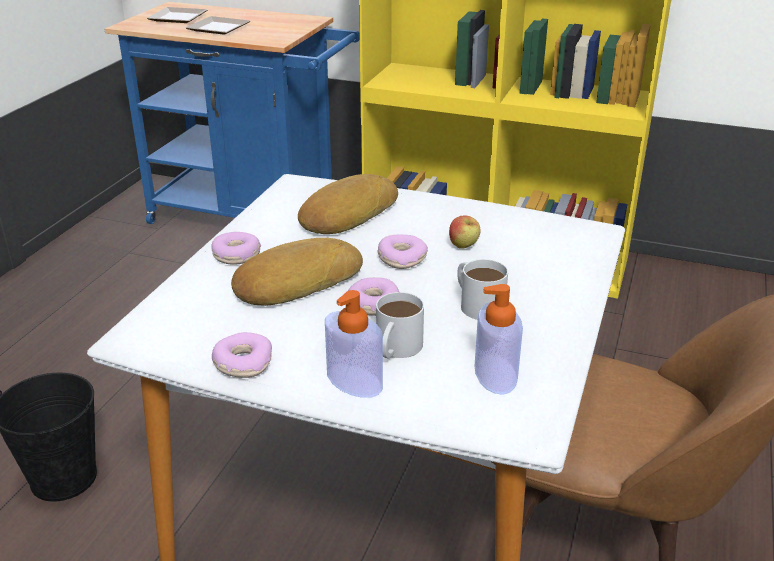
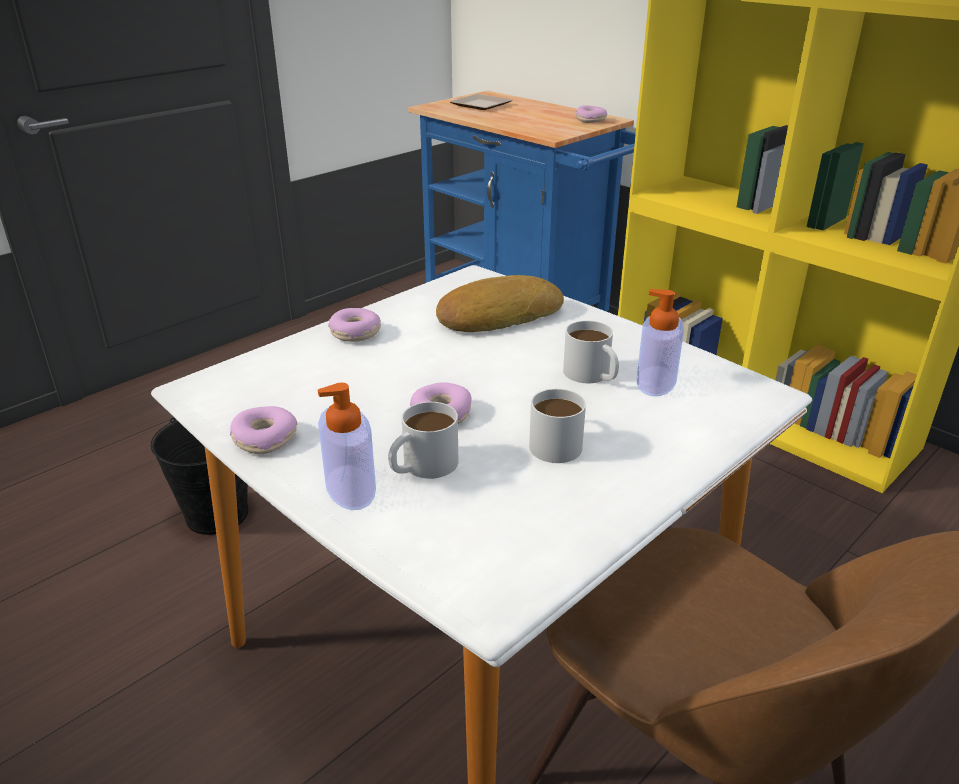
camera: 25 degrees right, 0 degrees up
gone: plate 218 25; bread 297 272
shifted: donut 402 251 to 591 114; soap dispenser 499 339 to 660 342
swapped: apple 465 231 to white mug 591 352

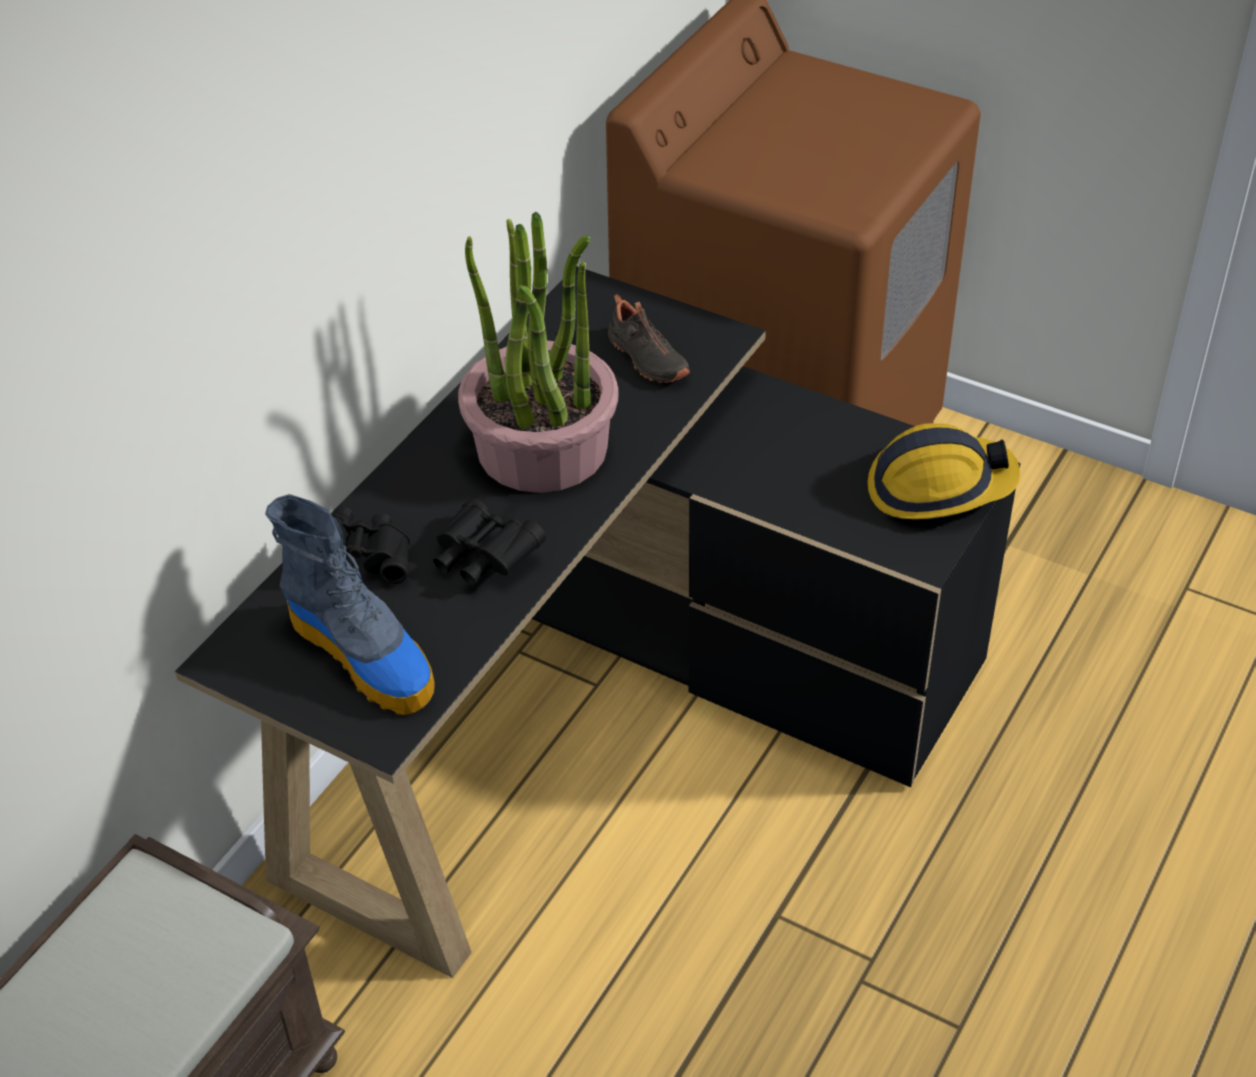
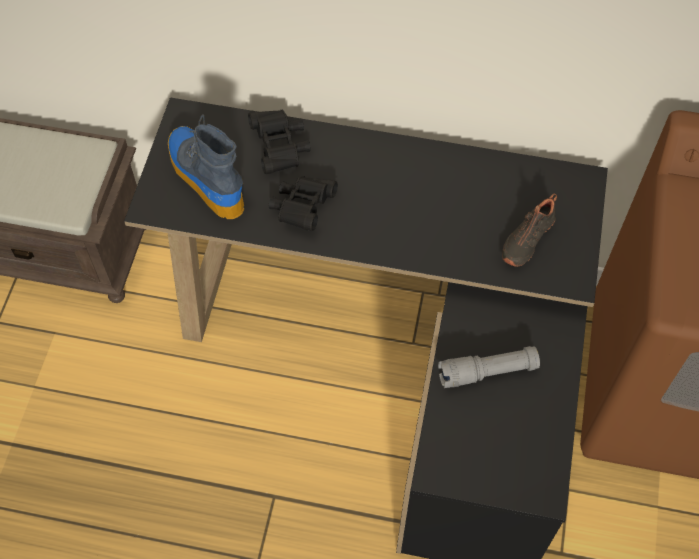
camera: 70 degrees right, 15 degrees up
gone: potted plant 538 352; hard hat 944 471
new: grey flashlight 489 367
rotated: boot 350 604 = 206 167 120 degrees clockwise

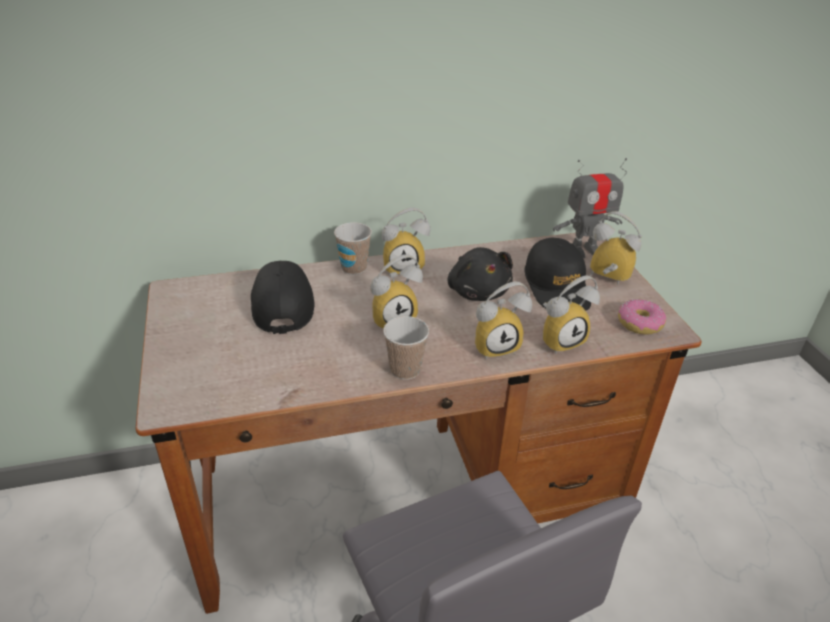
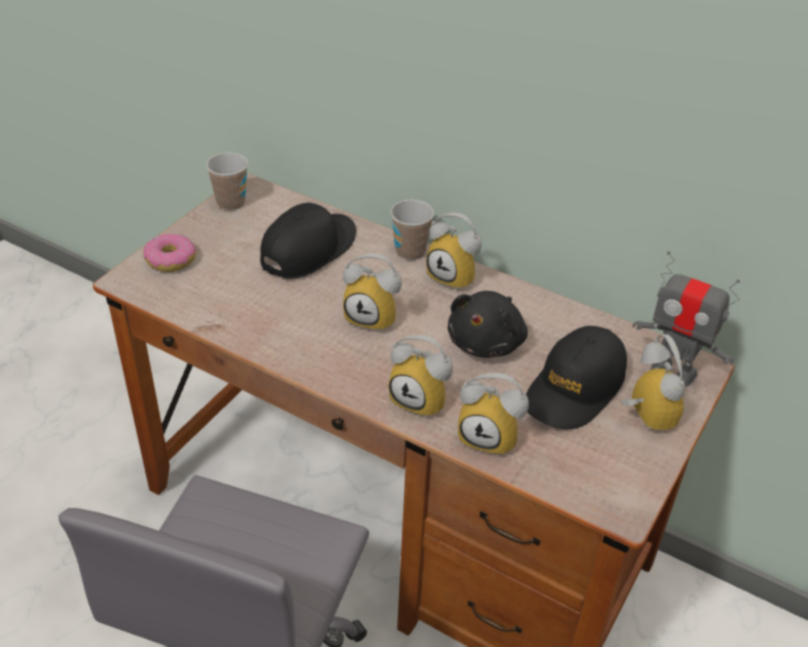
camera: 45 degrees right, 5 degrees up
shifted: cup 406 348 to 227 182; donut 642 317 to 169 252

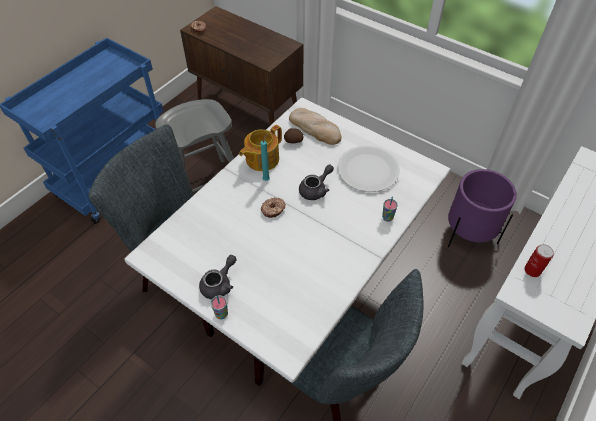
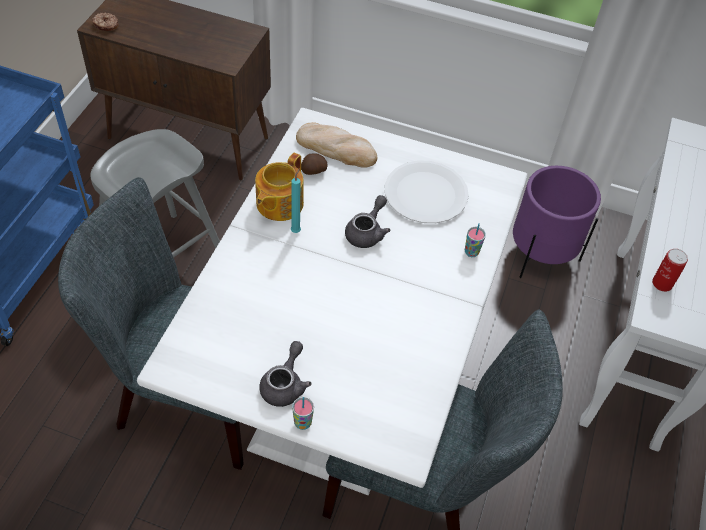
camera: 20 degrees left, 0 degrees up
gone: donut 273 208

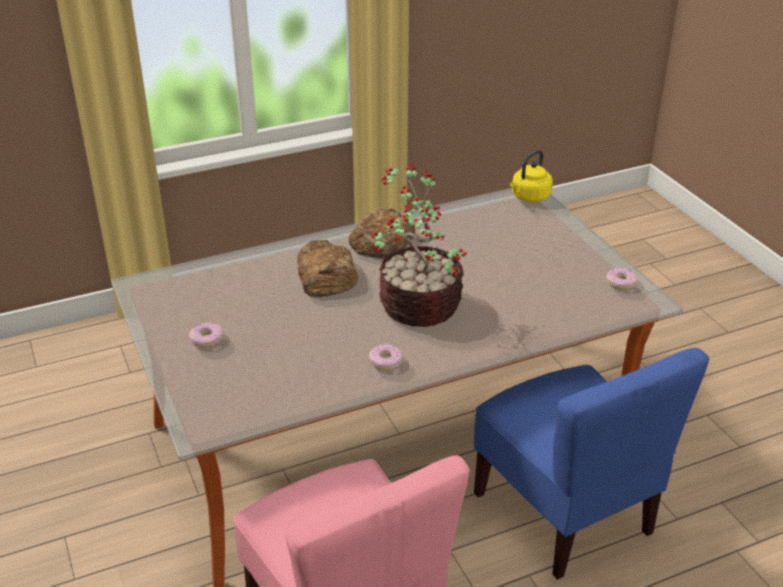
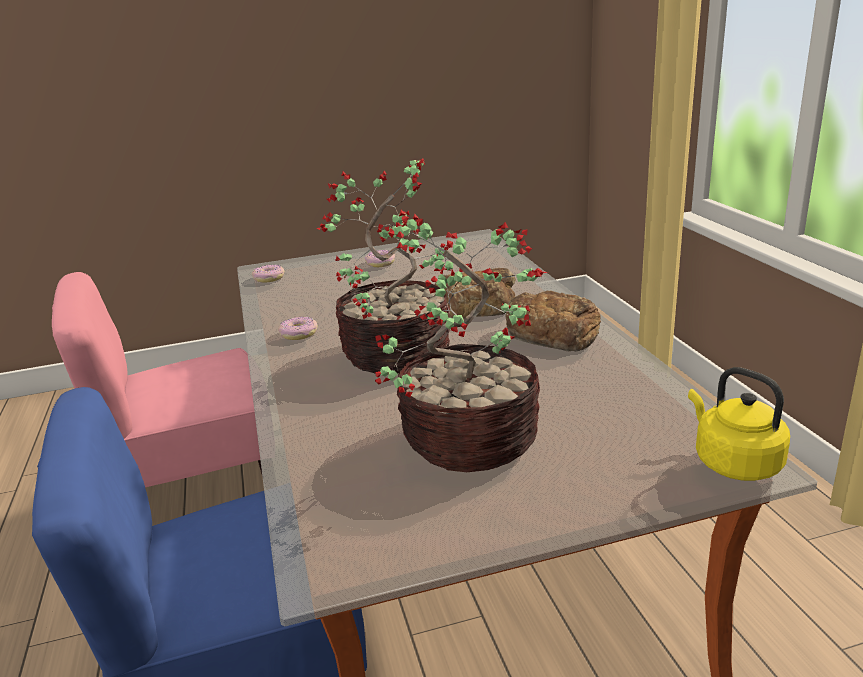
camera: 100 degrees right, 10 degrees down
new: potted plant 461 341
shifted: donut 621 279 to 268 274

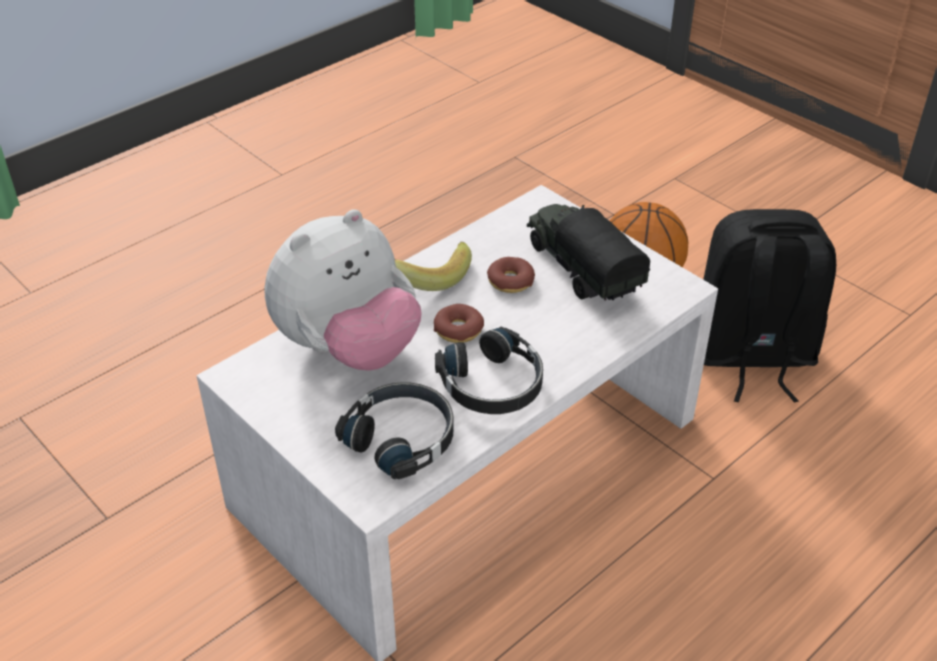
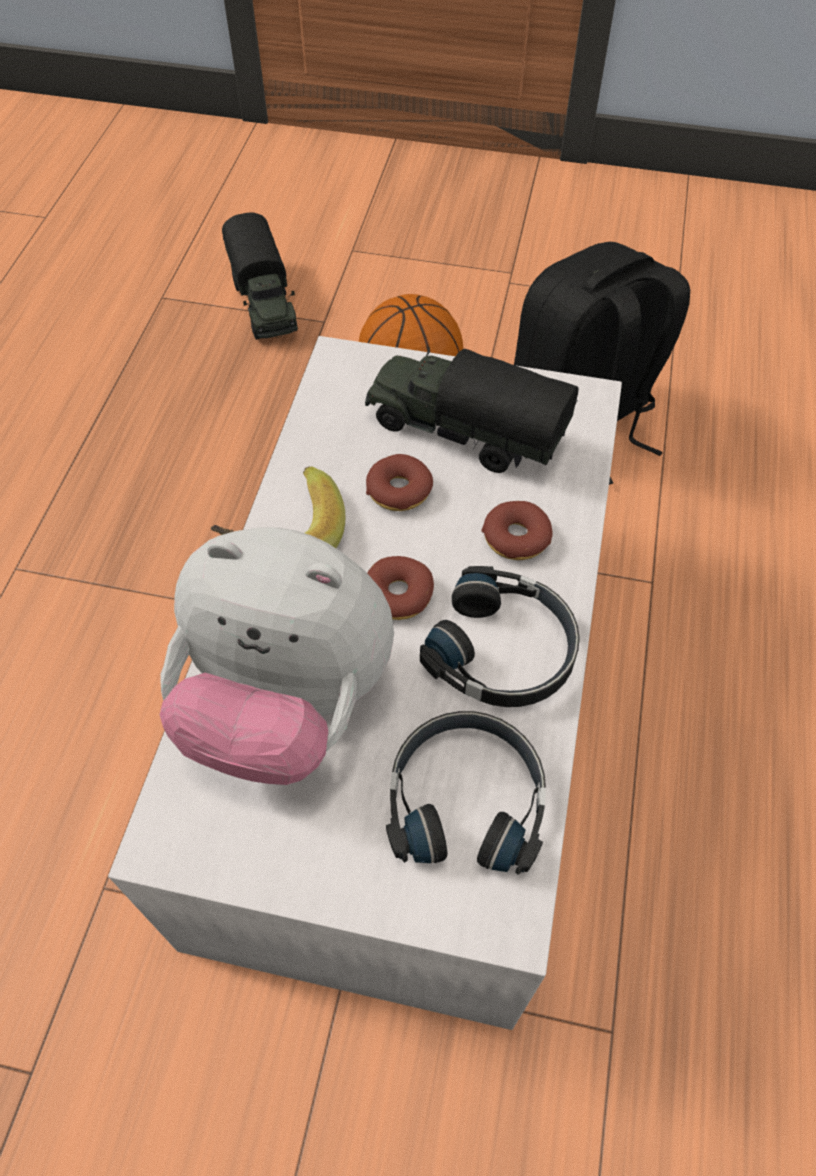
camera: 35 degrees left, 15 degrees up
new: toy truck 260 276; donut 516 530
rotated: plush toy 343 290 = 277 656 90 degrees clockwise

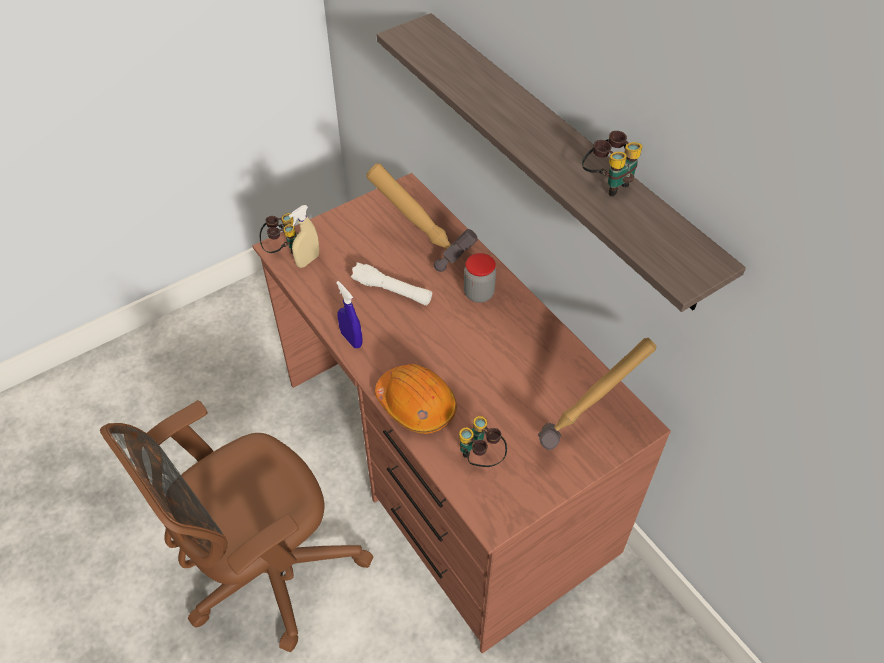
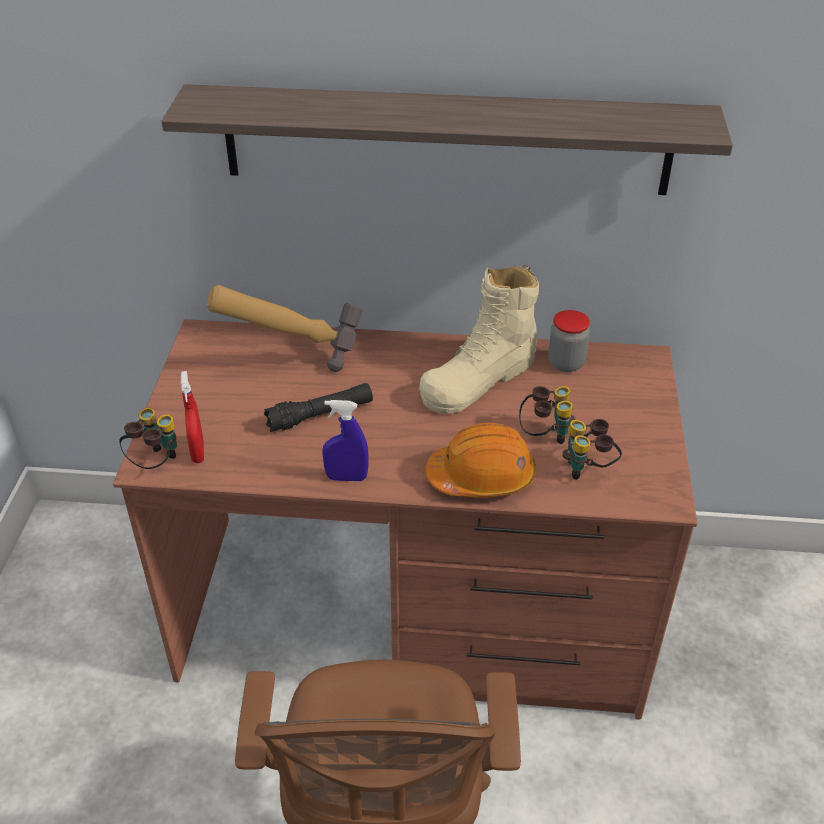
camera: 50 degrees left, 10 degrees down
gone: hammer 597 394
new: beige boot 479 339
shifted: jar 480 278 to 569 341; binoculars 612 163 to 547 415
repainted: beige spray bottle 304 236 to red spray bottle 192 417; white flashlight 391 284 to black flashlight 318 407

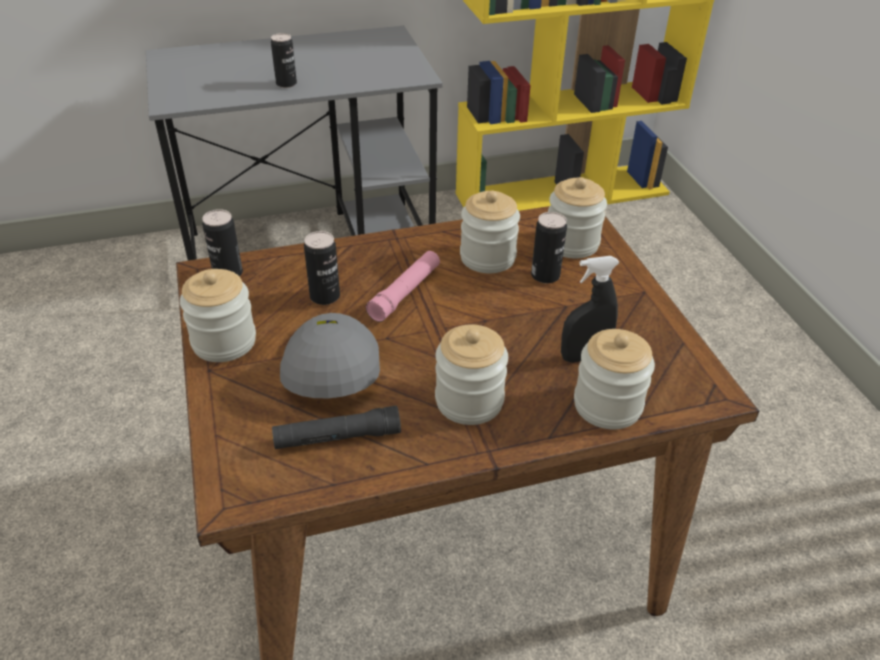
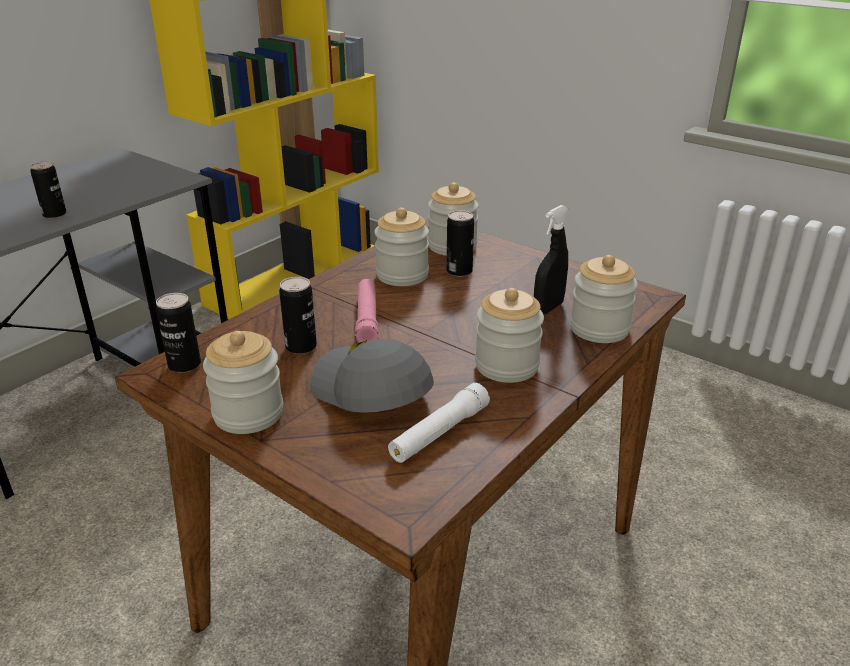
camera: 35 degrees left, 10 degrees down
repainted: black flashlight 336 427 to white flashlight 439 423

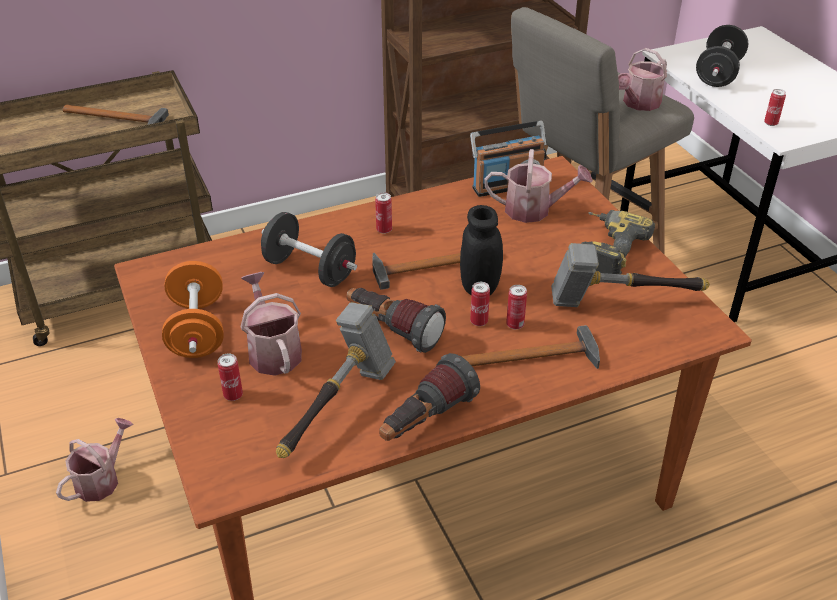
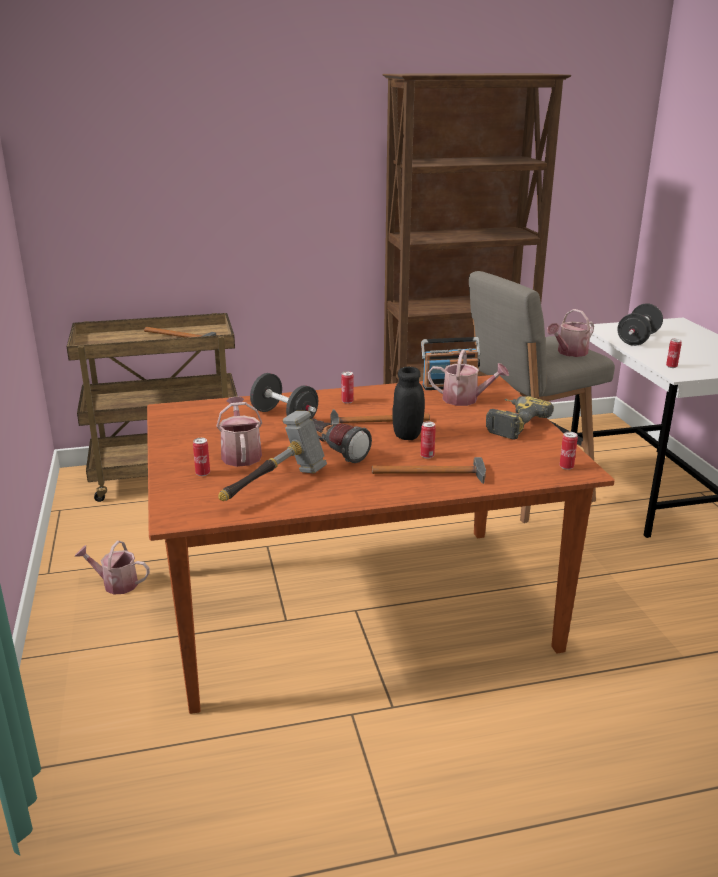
camera: 10 degrees right, 15 degrees down
gone: orange dumbbell 193 309; flashlight 429 397; hammer 630 275
shifted: can 480 304 to 569 451
rotated: watering can 95 460 = 112 568 120 degrees counterclockwise

